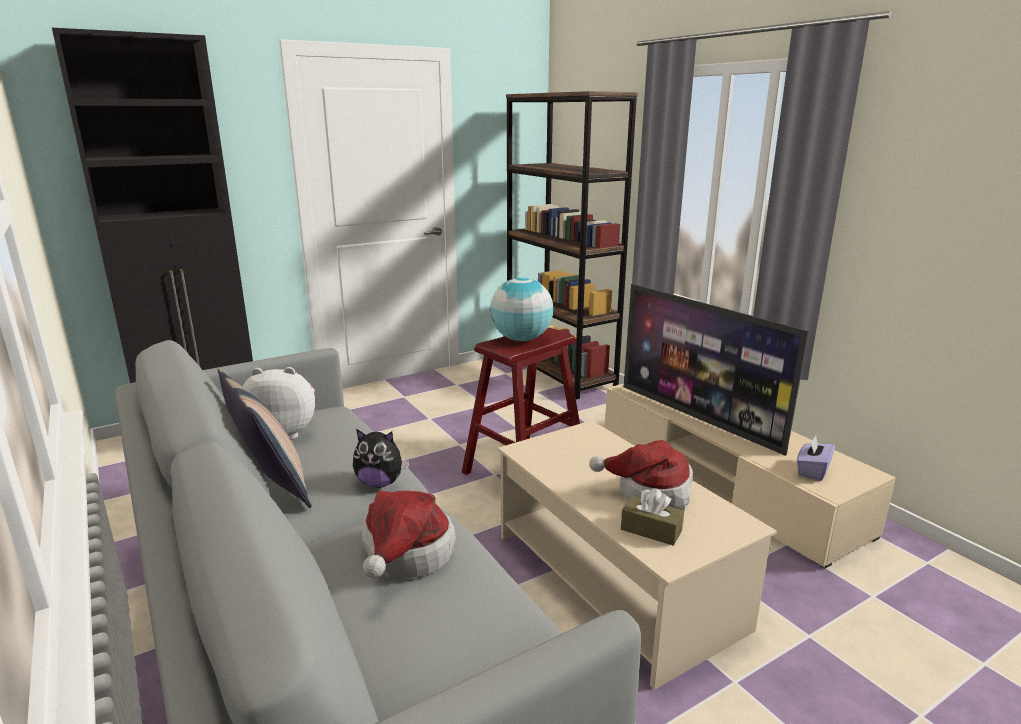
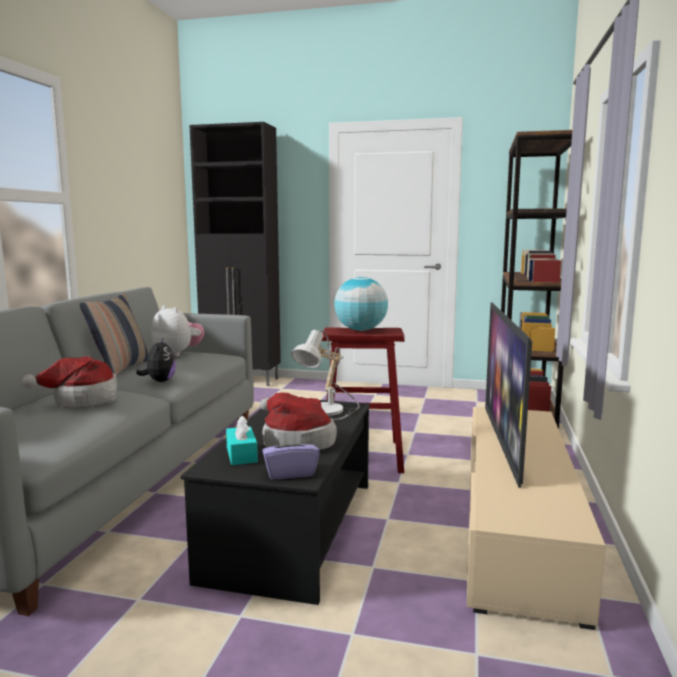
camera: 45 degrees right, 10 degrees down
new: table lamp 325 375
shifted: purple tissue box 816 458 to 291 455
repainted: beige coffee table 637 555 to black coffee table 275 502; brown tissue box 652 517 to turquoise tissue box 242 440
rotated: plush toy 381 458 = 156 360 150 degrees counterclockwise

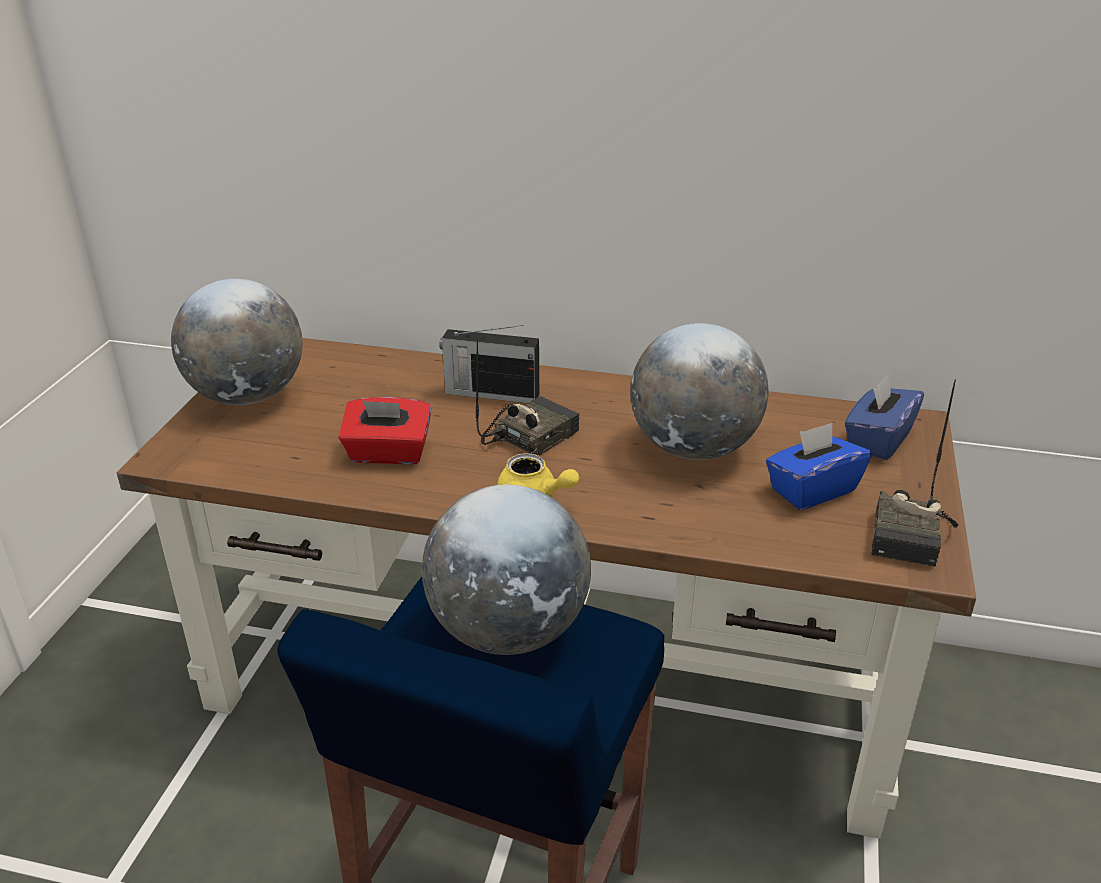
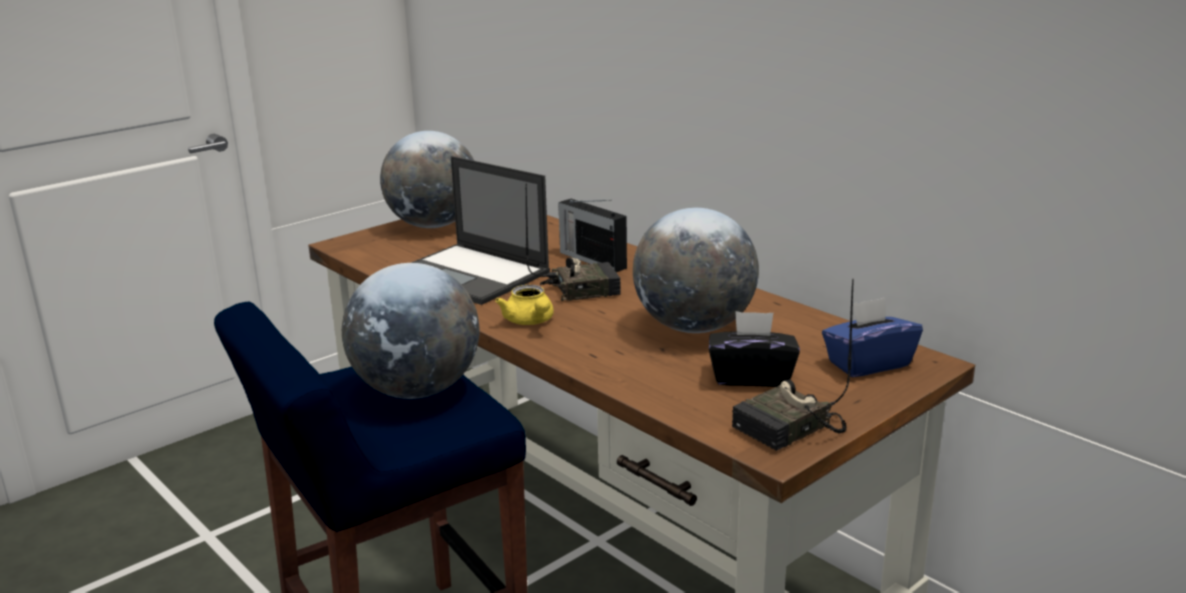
camera: 35 degrees right, 10 degrees down
swapped: red tissue box 385 431 to laptop 480 230
repainted: blue tissue box 818 466 to black tissue box 754 349

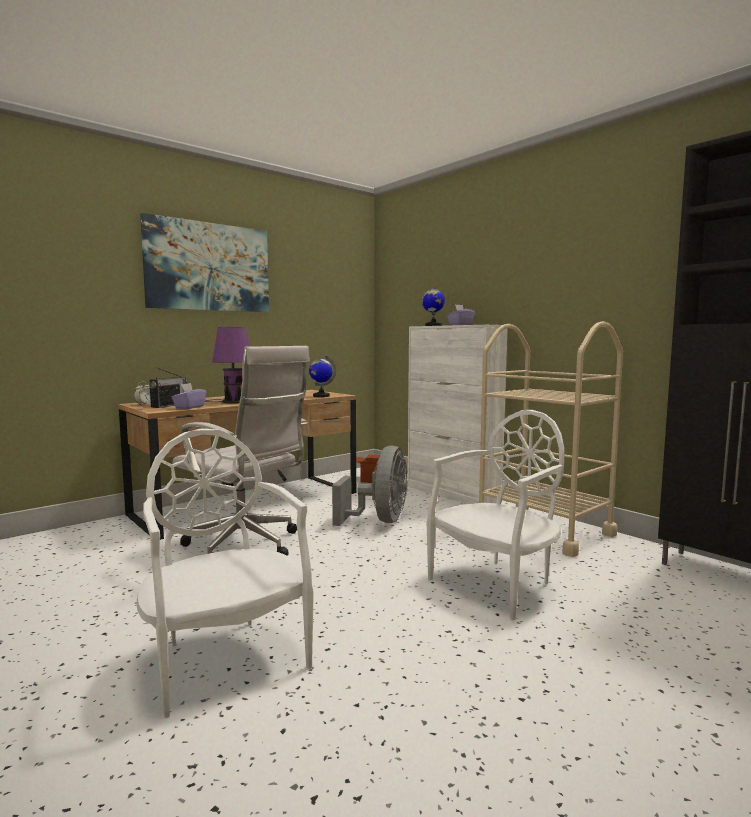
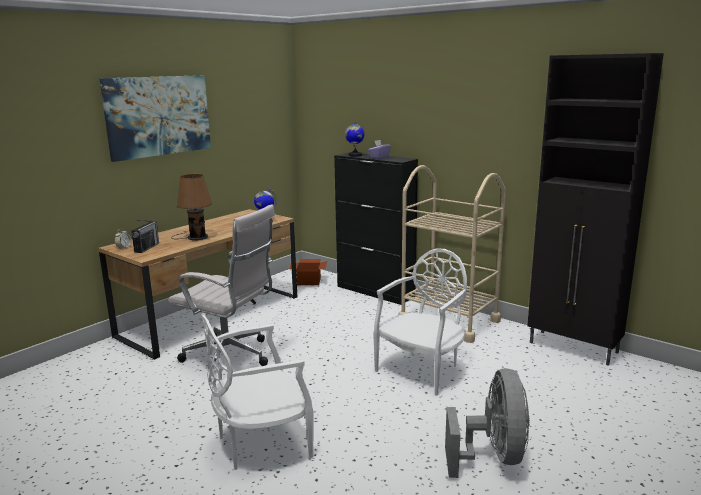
camera: 10 degrees left, 10 degrees up
gone: purple tissue box 189 396
shifted: grey fan 370 486 to 487 423
repainted: purple table lamp 227 365 to brown table lamp 191 207; white cabinet 458 414 to black cabinet 376 228
rotated: white chair 225 573 = 257 392 75 degrees counterclockwise

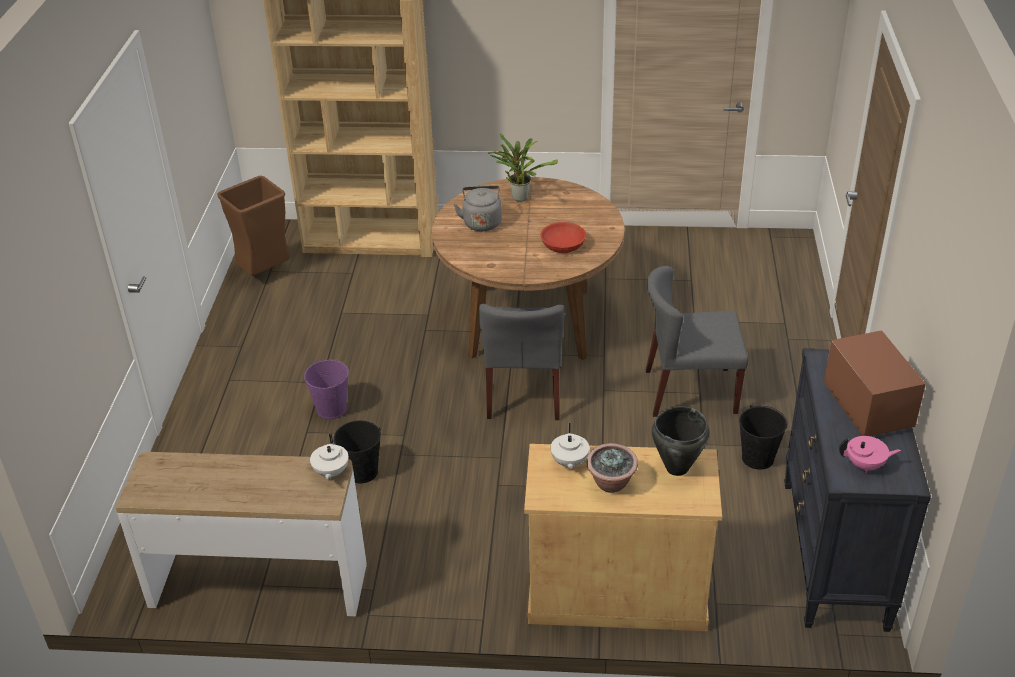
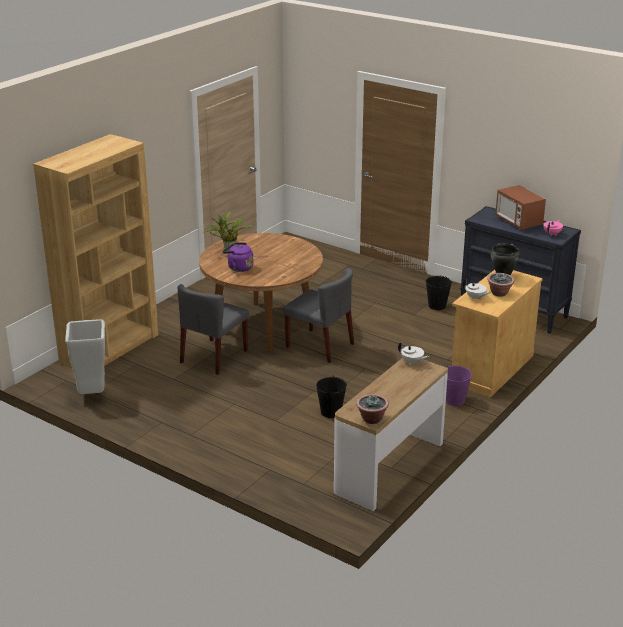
camera: 60 degrees left, 10 degrees down
gone: red bowl 563 237
new: potted plant 372 409
shifted: purple bucket 326 389 to 459 385; grey chair 697 341 to 213 329
repainted: brown trash can 253 226 to grey trash can 85 356; grey kettle 478 208 to purple kettle 238 257
rotated: microwave 875 383 = 520 207 135 degrees counterclockwise

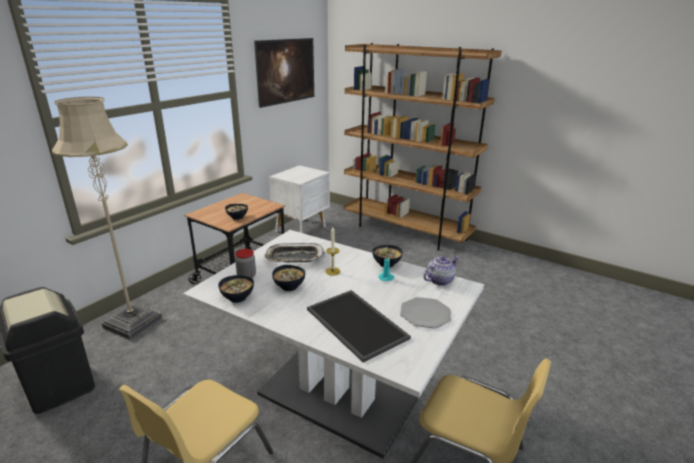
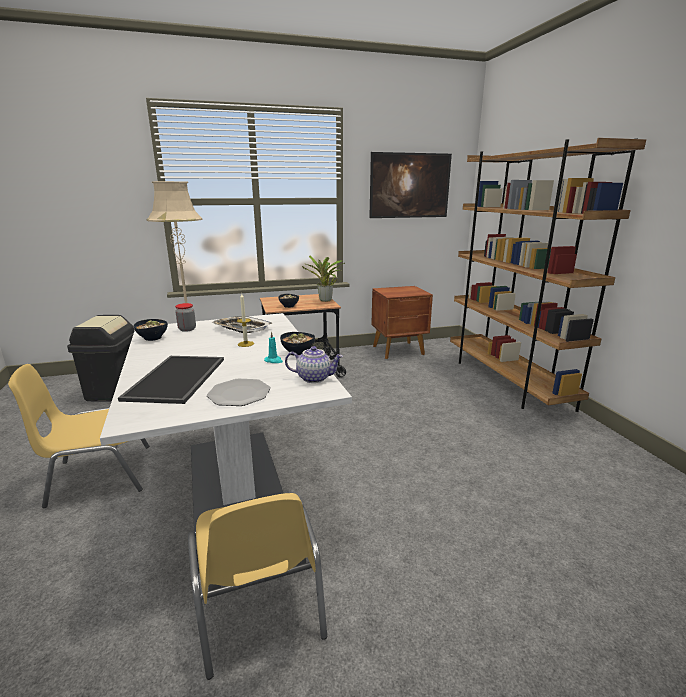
camera: 40 degrees right, 5 degrees down
gone: bowl 288 278
new: potted plant 323 278
repainted: white nightstand 300 199 to brown nightstand 402 322

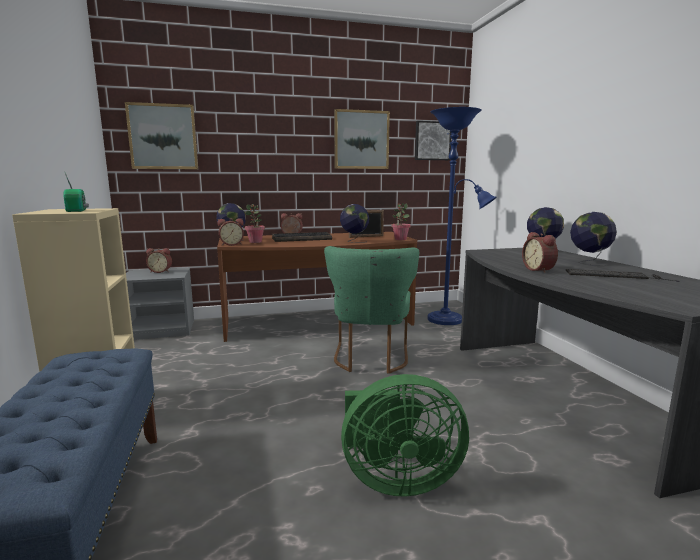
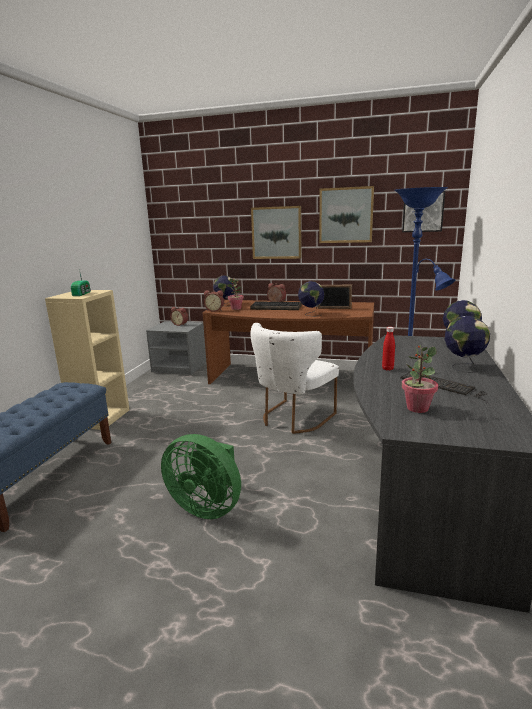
camera: 30 degrees right, 5 degrees up
shifted: picture 161 135 to 276 232; potted plant 401 221 to 420 379
swapped: alarm clock 540 252 to red bottle 388 349
repainted: green chair 371 310 to white chair 295 378

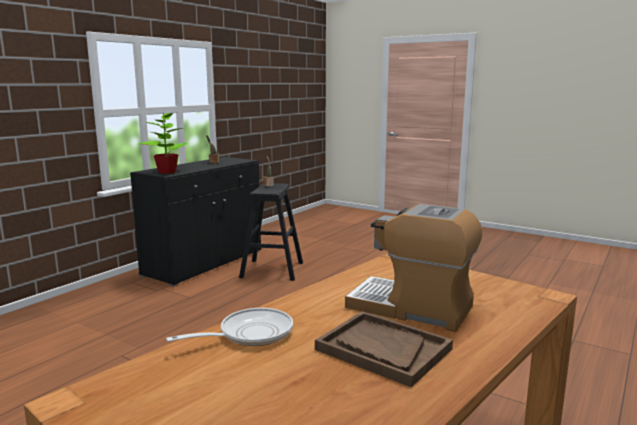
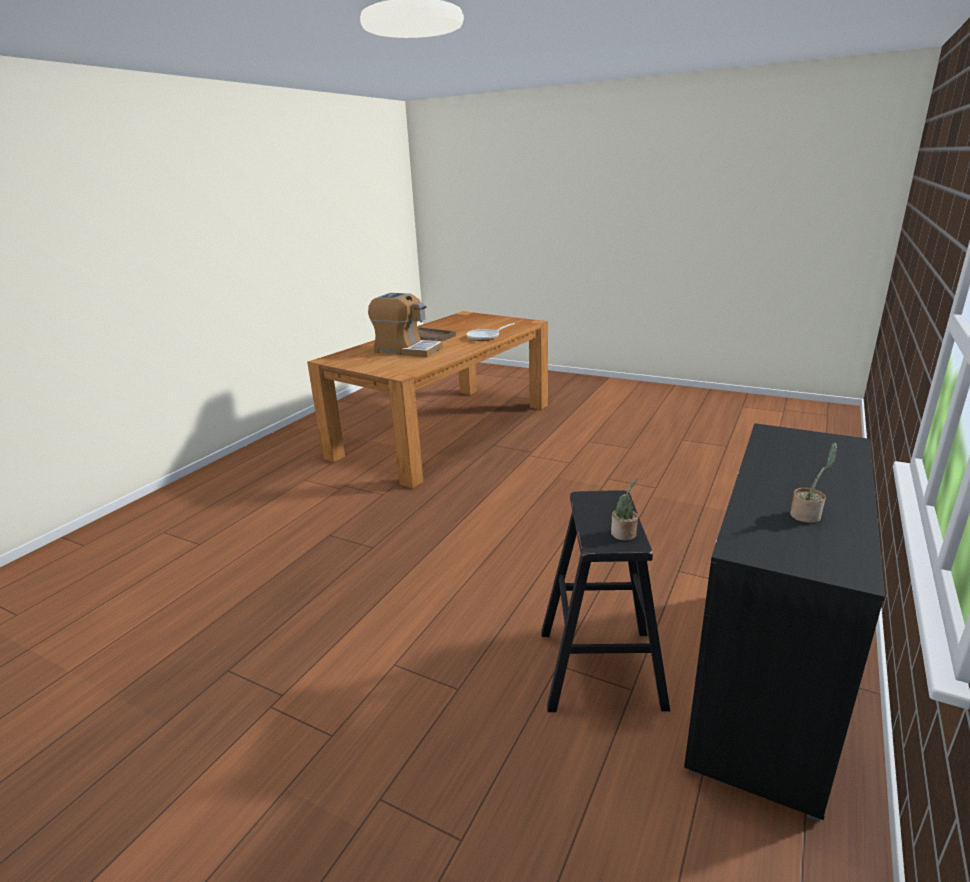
camera: 175 degrees right, 10 degrees up
gone: potted plant 163 143

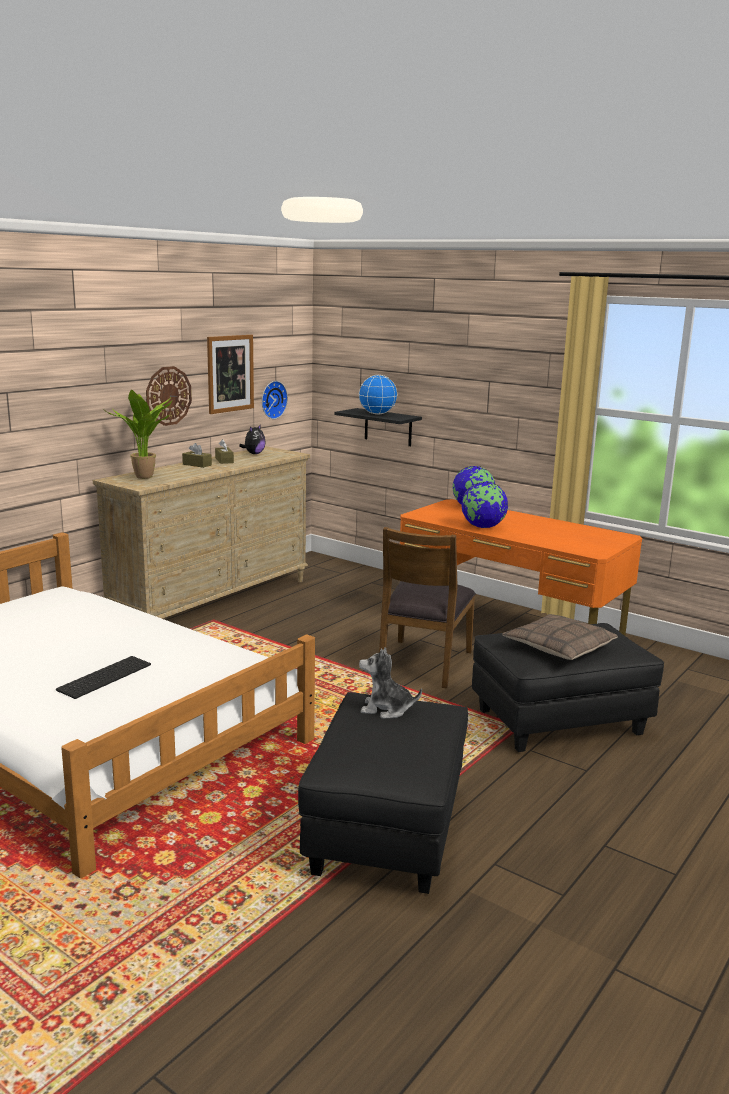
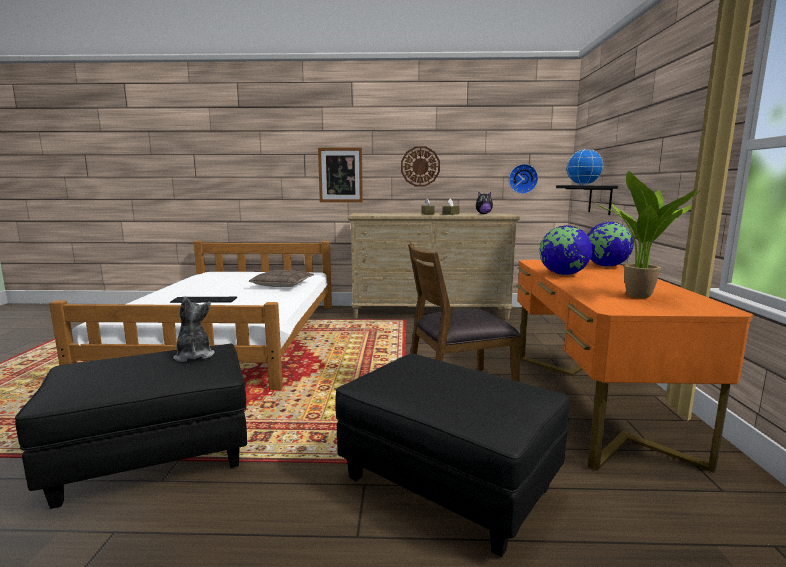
camera: 55 degrees right, 5 degrees down
shifted: potted plant 139 434 to 646 234; picture 230 374 to 340 175; pillow 560 637 to 281 278

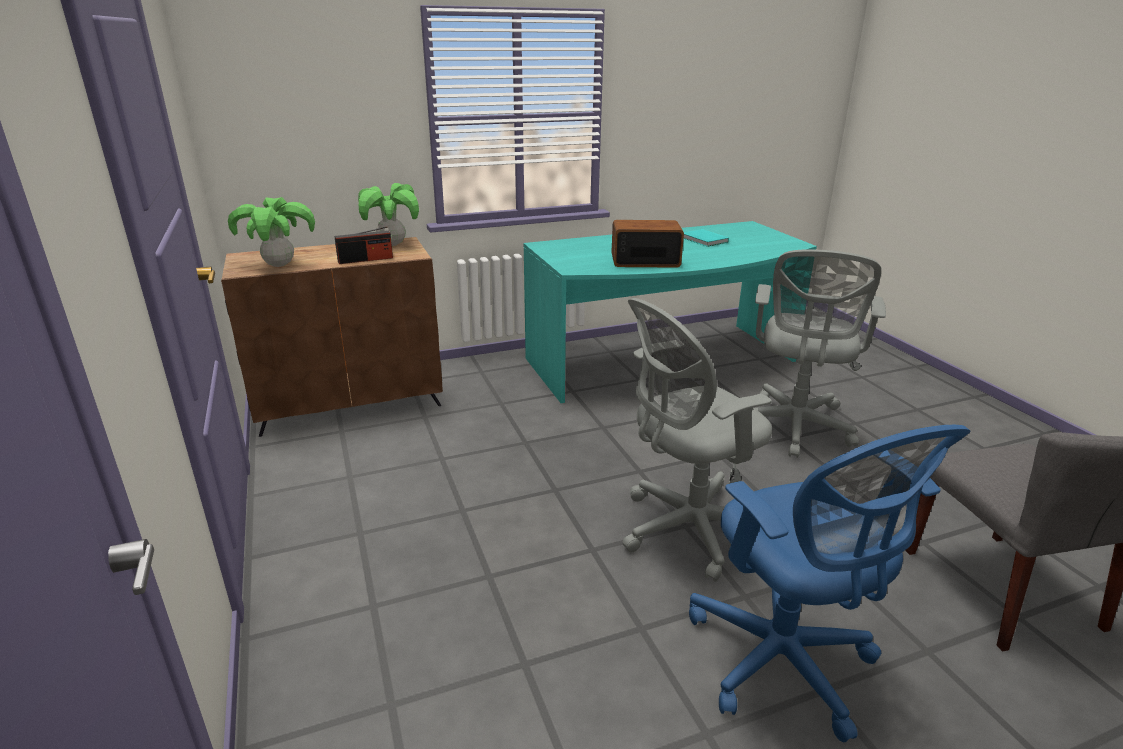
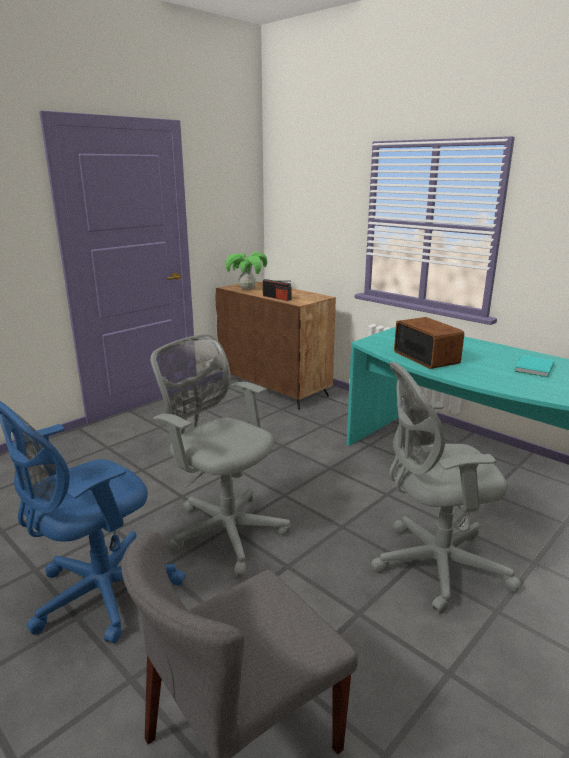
camera: 65 degrees right, 5 degrees down
gone: potted plant 388 214

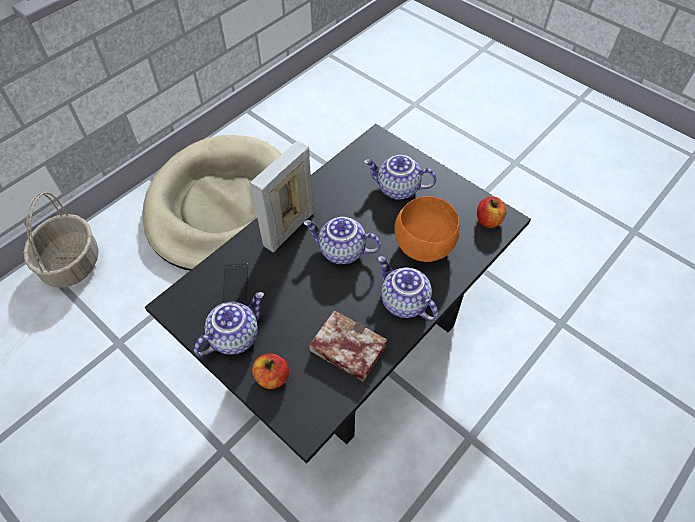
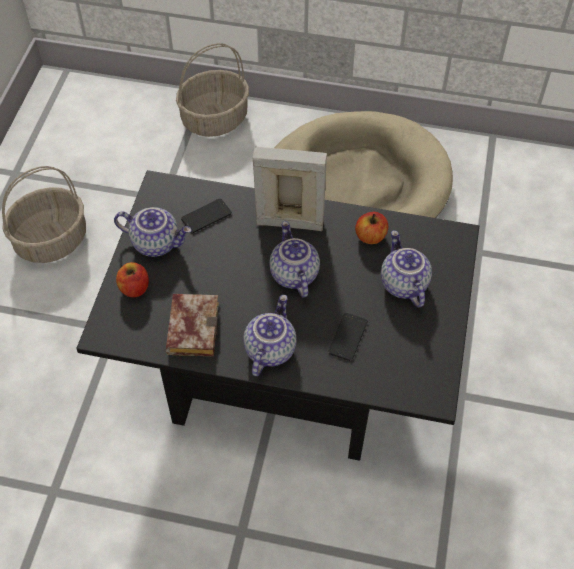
camera: 60 degrees right, 0 degrees up
new: basket 44 214
shifted: apple 491 212 to 372 228
swapped: orange bowl 427 229 to phone 348 337

